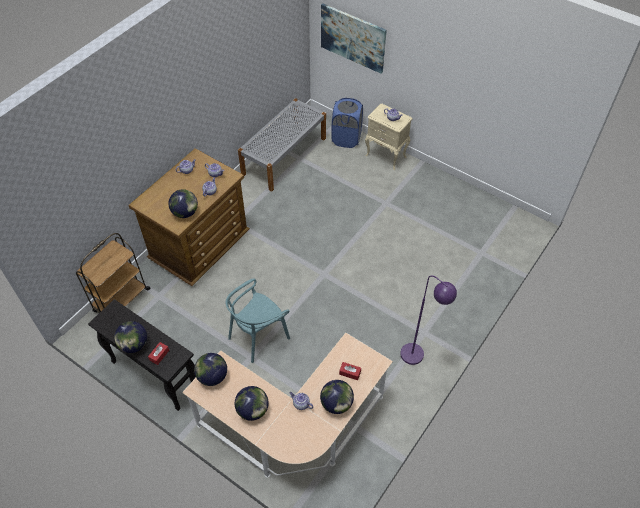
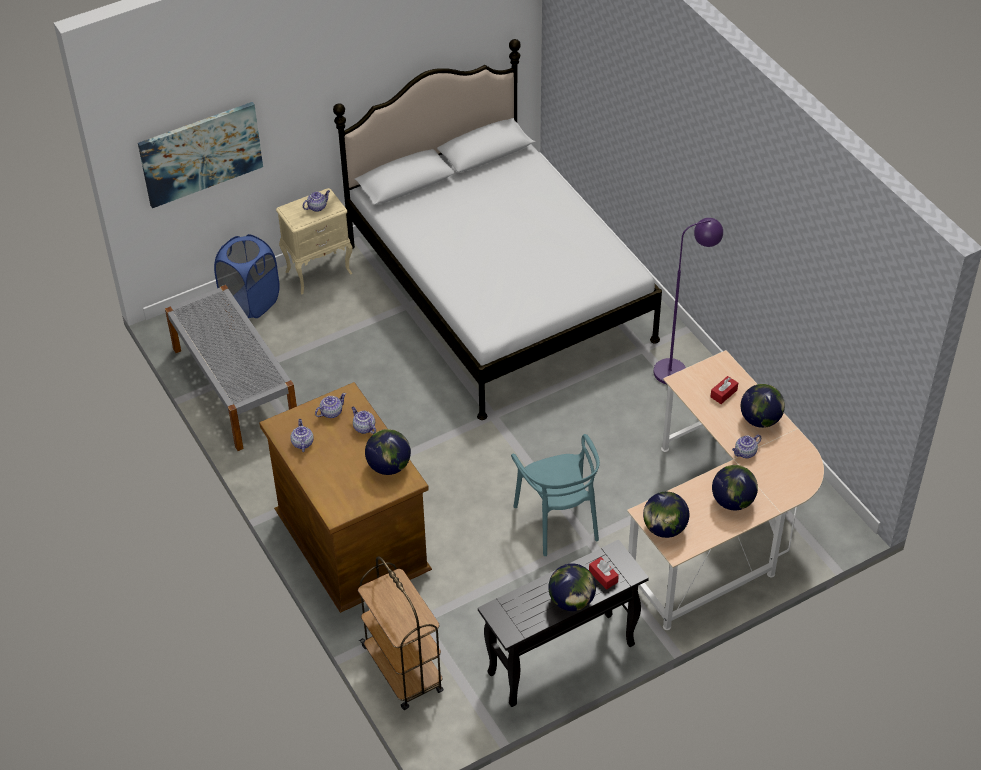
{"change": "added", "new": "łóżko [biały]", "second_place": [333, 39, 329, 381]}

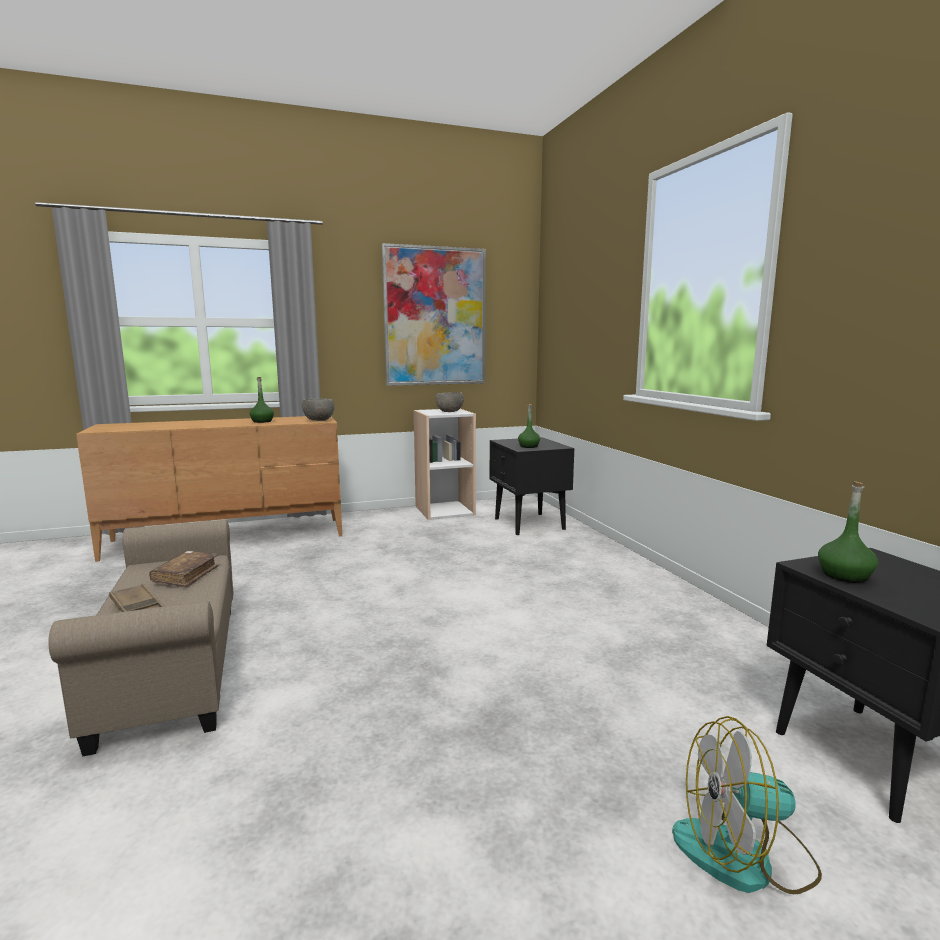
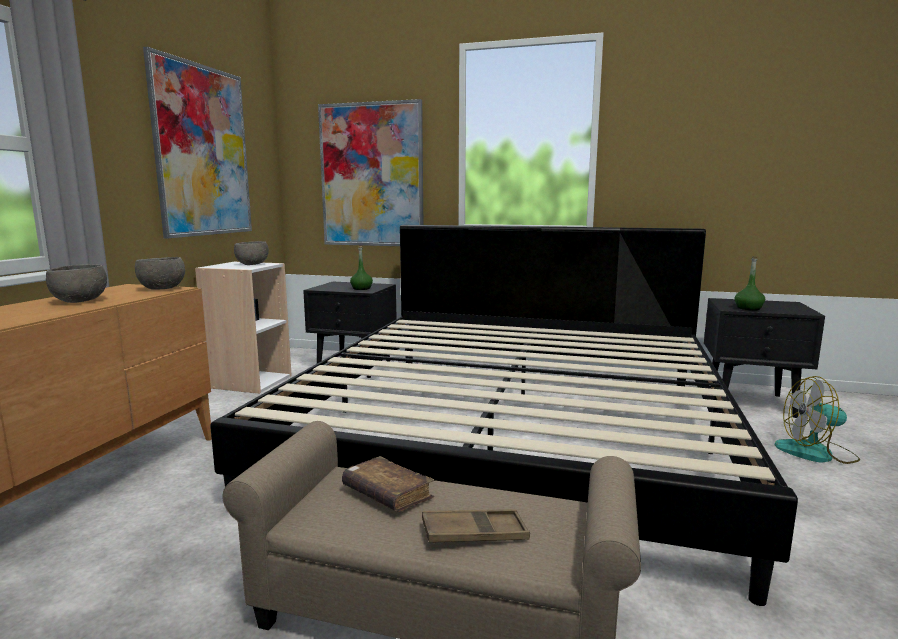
{"change": "replaced", "old": "butelka [zielony]", "new": "miska [szary]", "first_place": [249, 377, 25, 46], "second_place": [46, 264, 61, 39]}
{"change": "added", "new": "łóżko", "second_place": [210, 225, 588, 381]}
{"change": "added", "new": "obraz", "second_place": [318, 99, 105, 147]}
{"change": "turned", "old": "wentylator", "first_place": [672, 716, 150, 178], "second_place": [775, 376, 85, 88], "degrees": 60}

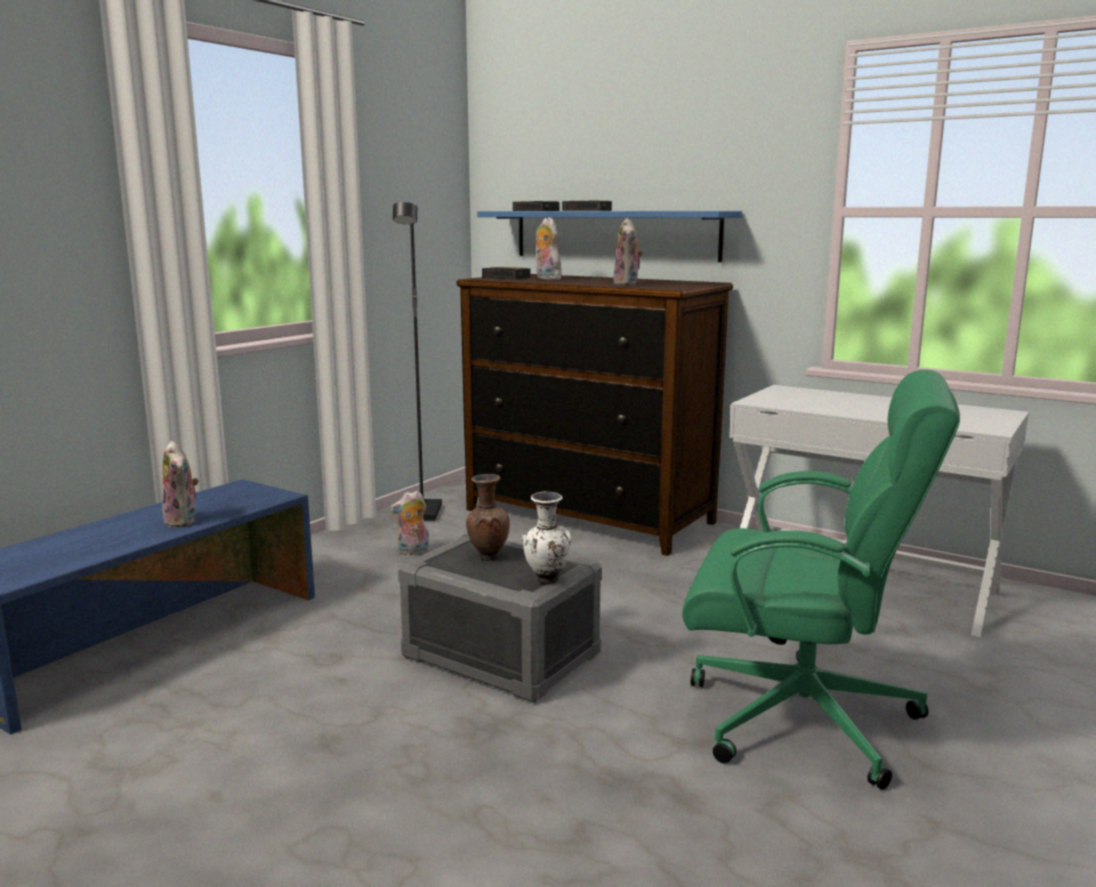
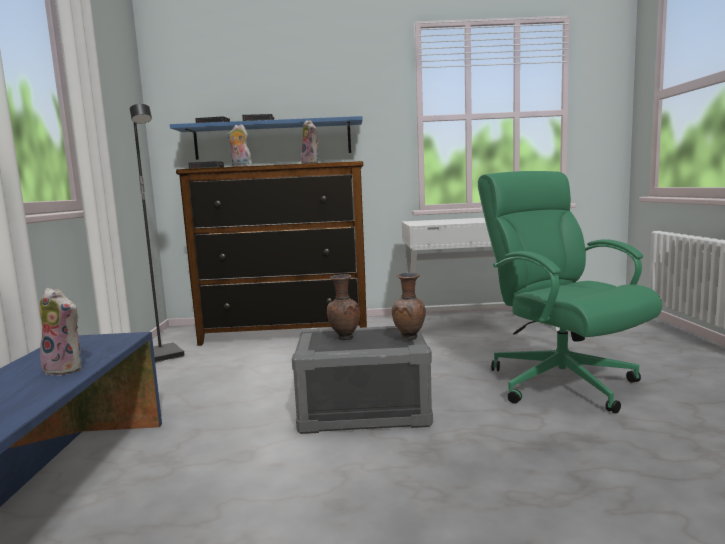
{"change": "recoloured", "old": "wazon [biały]", "new": "wazon [brązowy]", "first_place": [521, 492, 50, 92], "second_place": [392, 273, 34, 67]}
{"change": "turned", "old": "krzesło biurowe [zielony]", "first_place": [682, 370, 278, 420], "second_place": [478, 171, 184, 243], "degrees": -105}
{"change": "removed", "old": "pluszak", "first_place": [390, 491, 40, 64]}

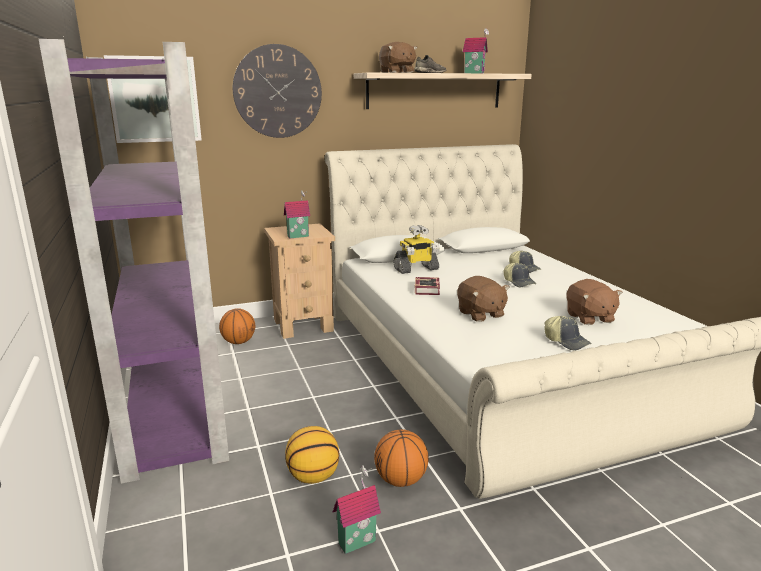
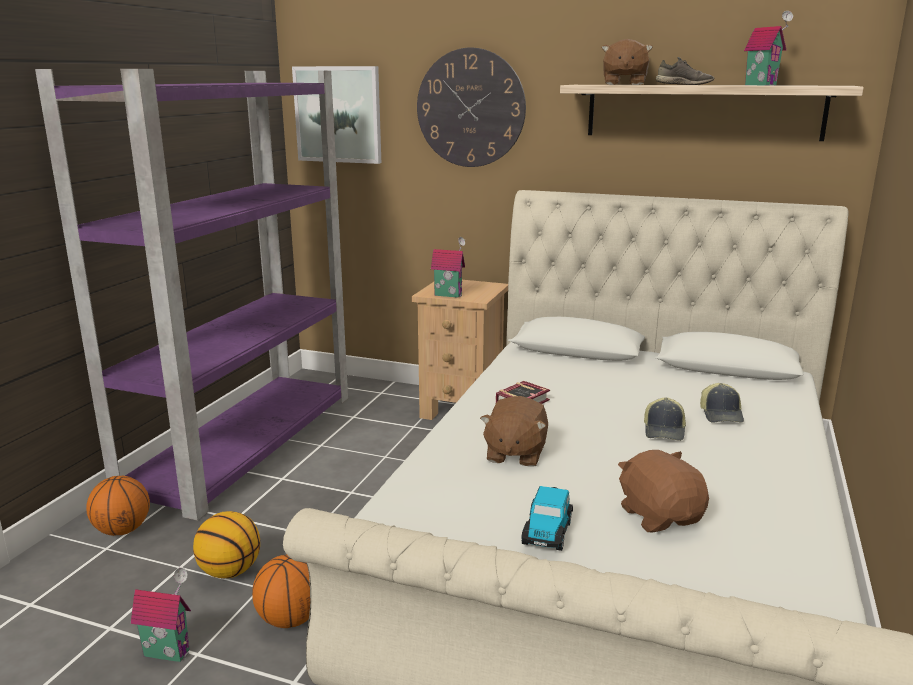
{"change": "moved", "old": "piłka do koszykówki", "first_place": [219, 308, 36, 36], "second_place": [86, 476, 64, 60]}
{"change": "replaced", "old": "czapka z daszkiem", "new": "samochodzik", "first_place": [545, 316, 47, 34], "second_place": [521, 486, 52, 65]}
{"change": "turned", "old": "pluszak [brązowy]", "first_place": [566, 279, 57, 46], "second_place": [618, 450, 91, 82], "degrees": 135}
{"change": "removed", "old": "robot zabawkowy", "first_place": [394, 225, 46, 49]}

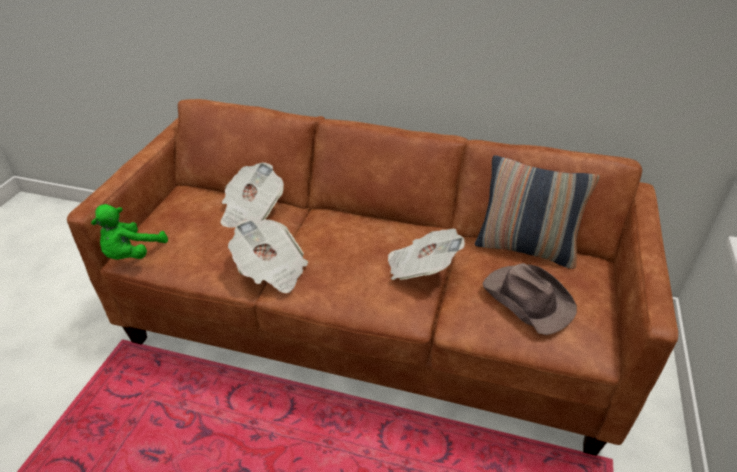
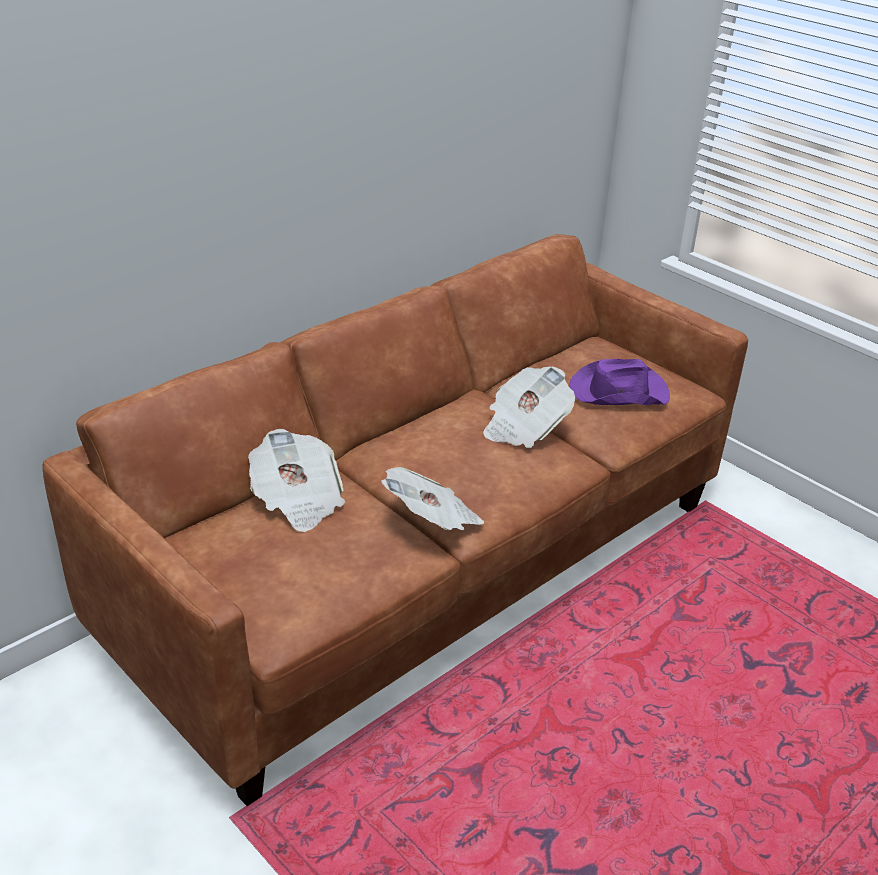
{"change": "recoloured", "old": "kapelusz [brązowy]", "new": "kapelusz [fioletowy]", "first_place": [482, 263, 95, 72], "second_place": [569, 359, 101, 47]}
{"change": "removed", "old": "pluszak [zielony]", "first_place": [91, 204, 77, 56]}
{"change": "removed", "old": "poduszka", "first_place": [475, 155, 124, 114]}

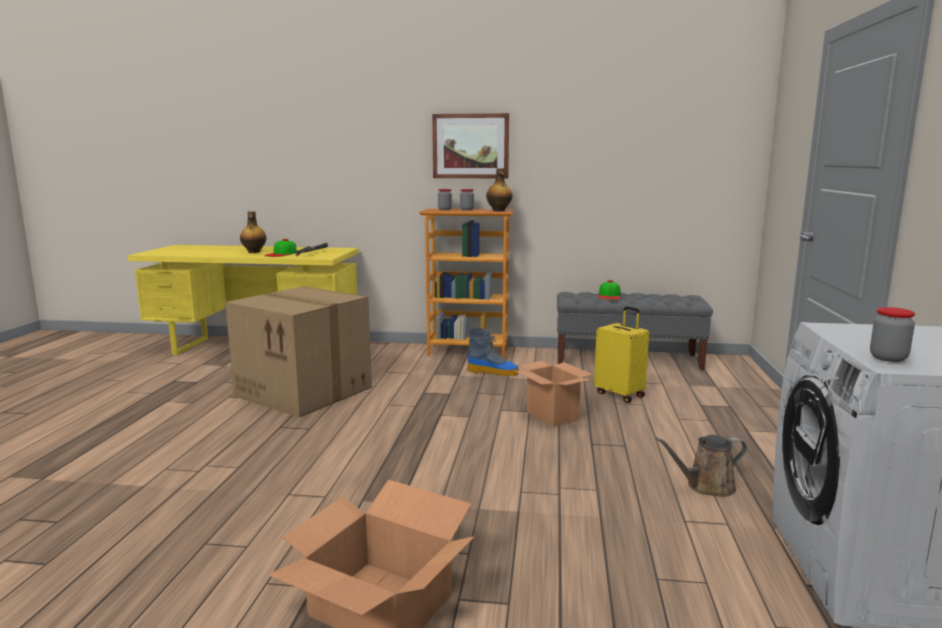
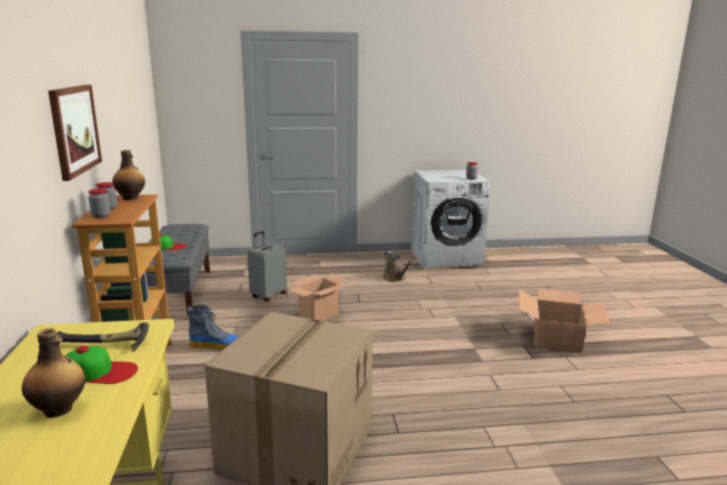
{"change": "turned", "old": "but z cholewką", "first_place": [467, 328, 52, 48], "second_place": [187, 305, 51, 45], "degrees": 90}
{"change": "recoloured", "old": "walizka [żółty]", "new": "walizka [szary]", "first_place": [594, 306, 55, 97], "second_place": [247, 231, 40, 71]}

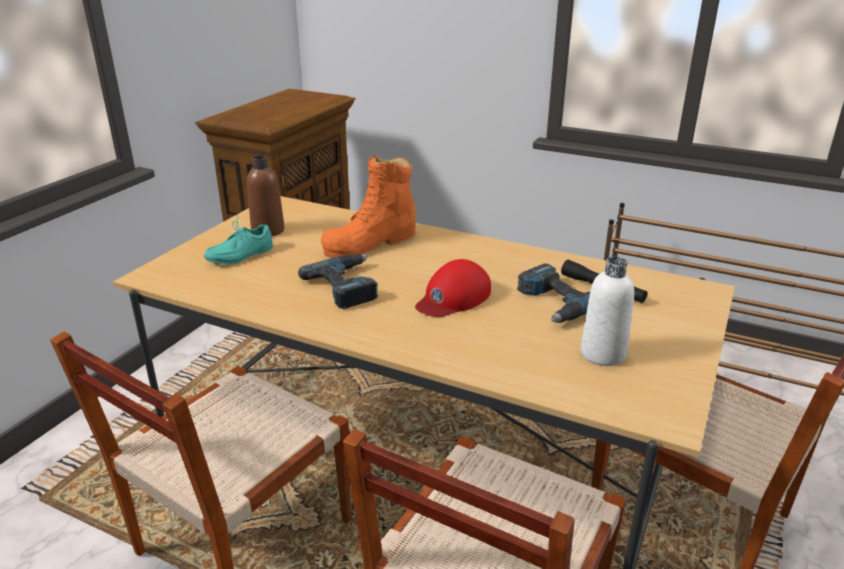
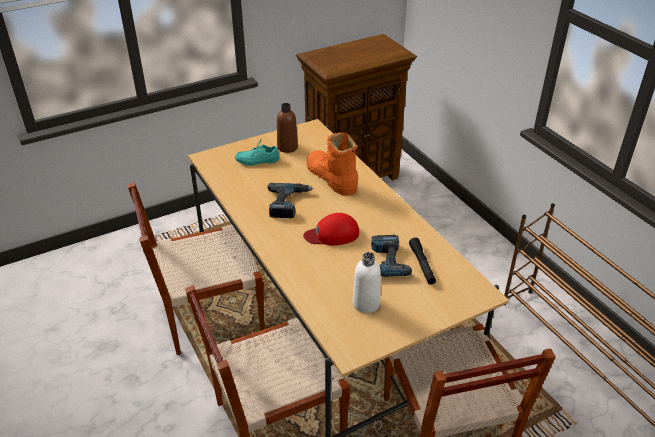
{"change": "turned", "old": "but z cholewką [pomarańczowy]", "first_place": [321, 155, 95, 103], "second_place": [307, 132, 51, 64], "degrees": 60}

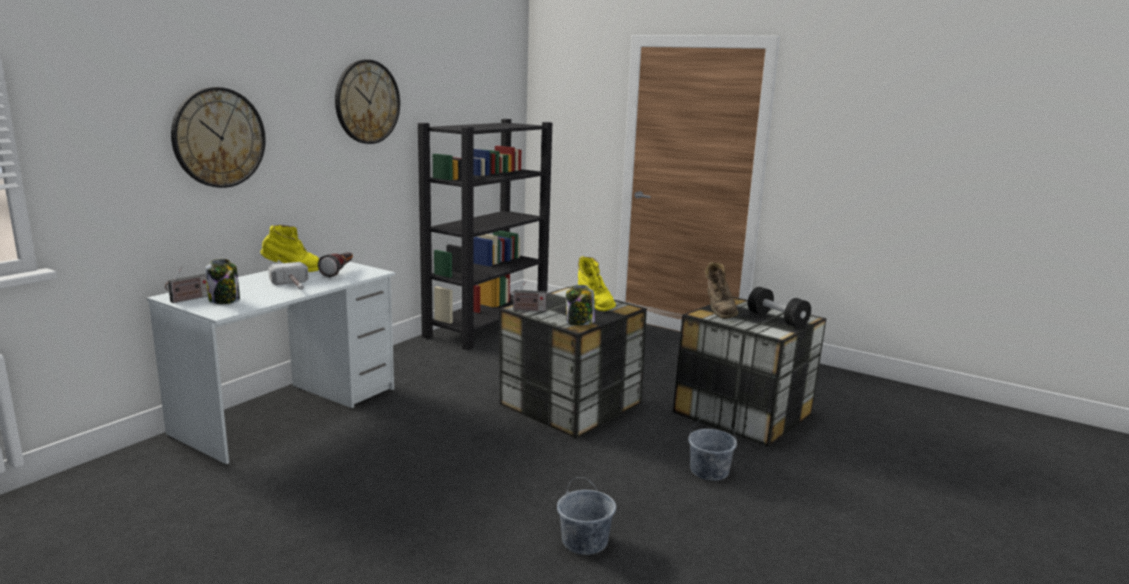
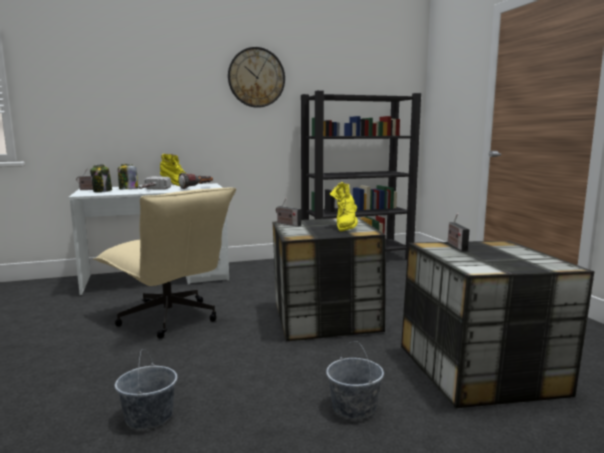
{"change": "added", "new": "krzesło biurowe [beżowy]", "second_place": [93, 187, 143, 152]}
{"change": "moved", "old": "słoik", "first_place": [566, 285, 29, 41], "second_place": [118, 164, 20, 25]}
{"change": "replaced", "old": "but z cholewką [brązowy]", "new": "radio", "first_place": [705, 262, 33, 57], "second_place": [448, 213, 22, 38]}
{"change": "removed", "old": "zegar ścienny", "first_place": [171, 87, 95, 101]}
{"change": "removed", "old": "hantel [czarny]", "first_place": [748, 287, 63, 41]}

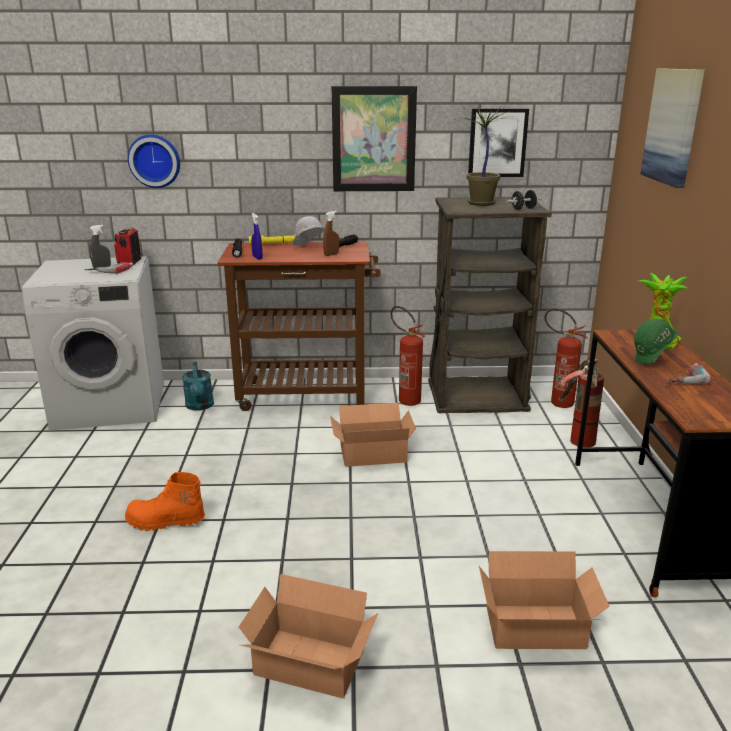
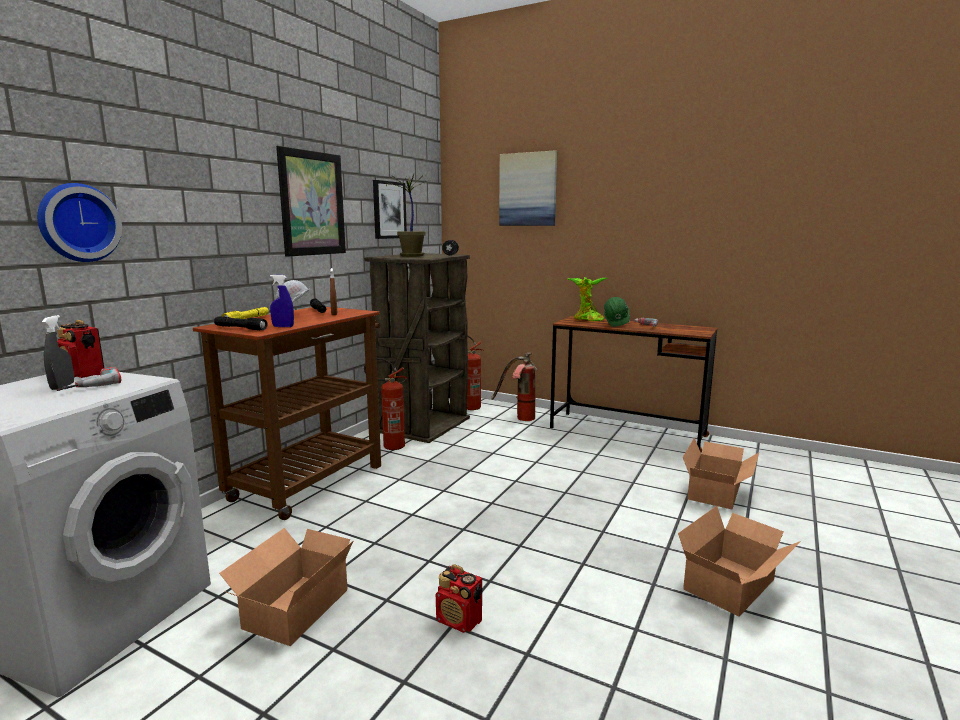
{"change": "moved", "old": "karton", "first_place": [330, 403, 86, 64], "second_place": [219, 528, 135, 118]}
{"change": "replaced", "old": "but z cholewką [pomarańczowy]", "new": "radio", "first_place": [125, 472, 80, 59], "second_place": [436, 564, 46, 69]}
{"change": "removed", "old": "konewka [turkusowy]", "first_place": [182, 362, 32, 49]}

